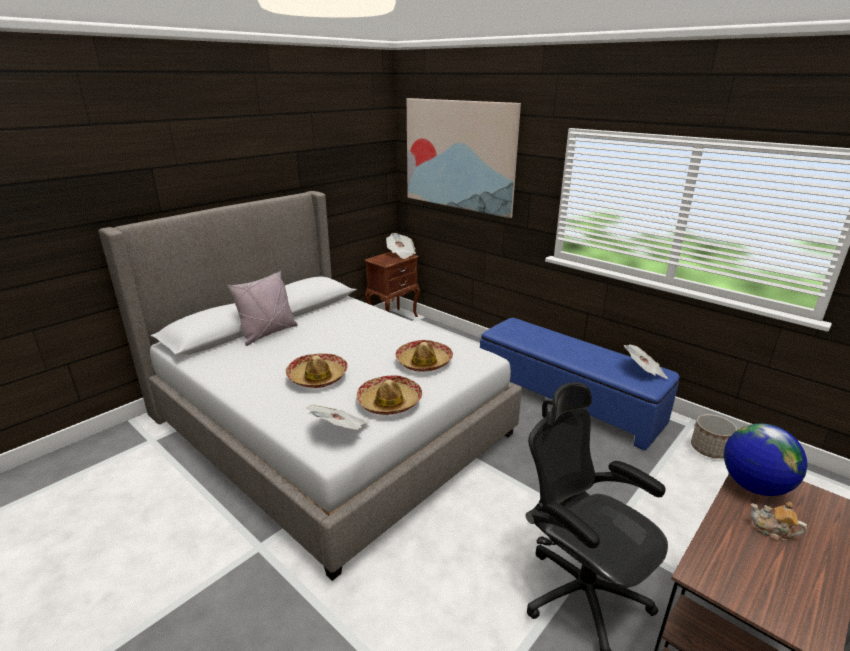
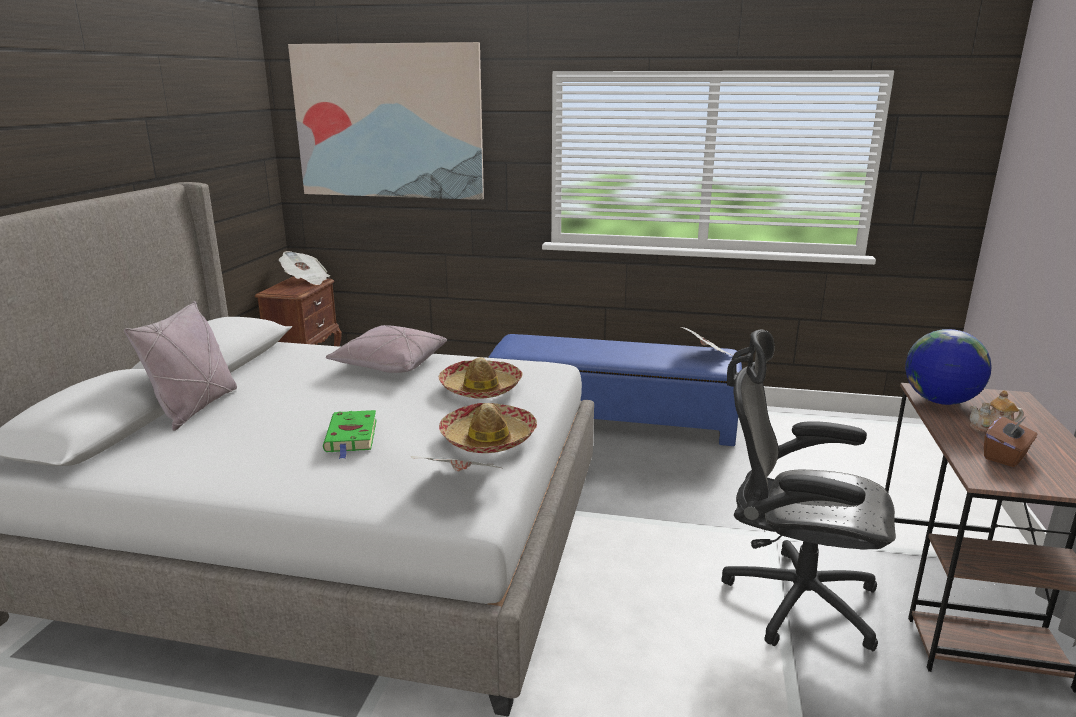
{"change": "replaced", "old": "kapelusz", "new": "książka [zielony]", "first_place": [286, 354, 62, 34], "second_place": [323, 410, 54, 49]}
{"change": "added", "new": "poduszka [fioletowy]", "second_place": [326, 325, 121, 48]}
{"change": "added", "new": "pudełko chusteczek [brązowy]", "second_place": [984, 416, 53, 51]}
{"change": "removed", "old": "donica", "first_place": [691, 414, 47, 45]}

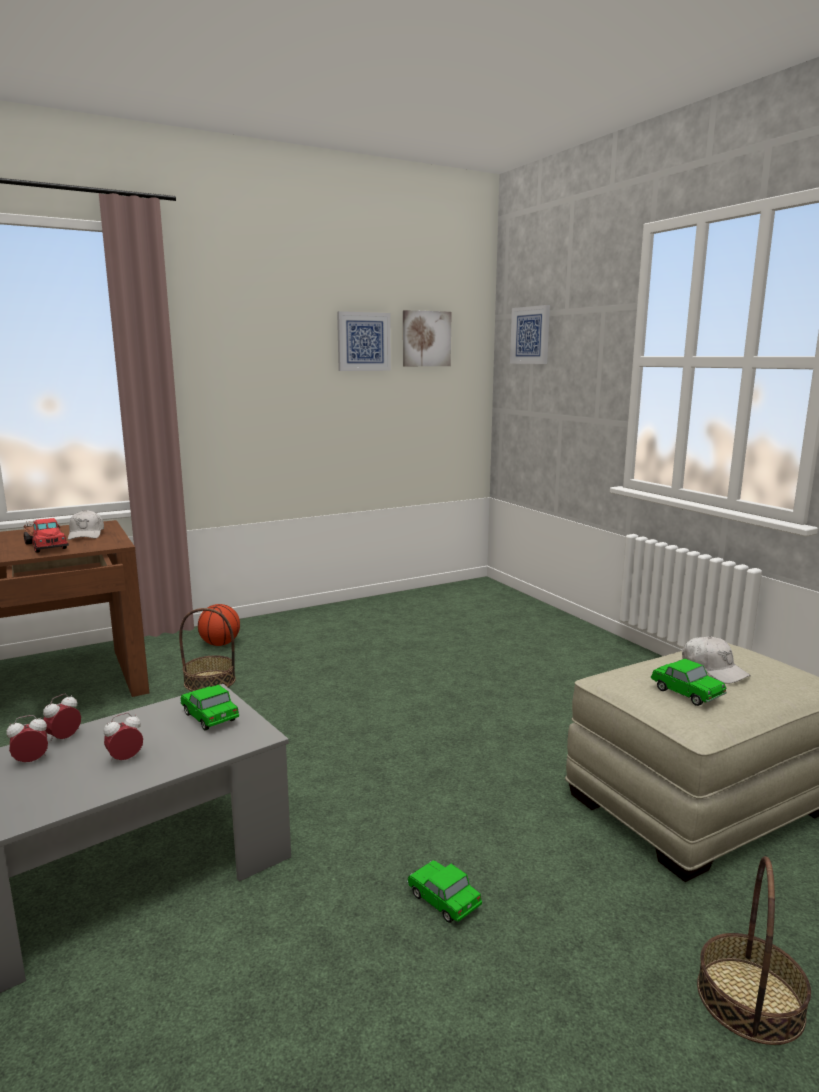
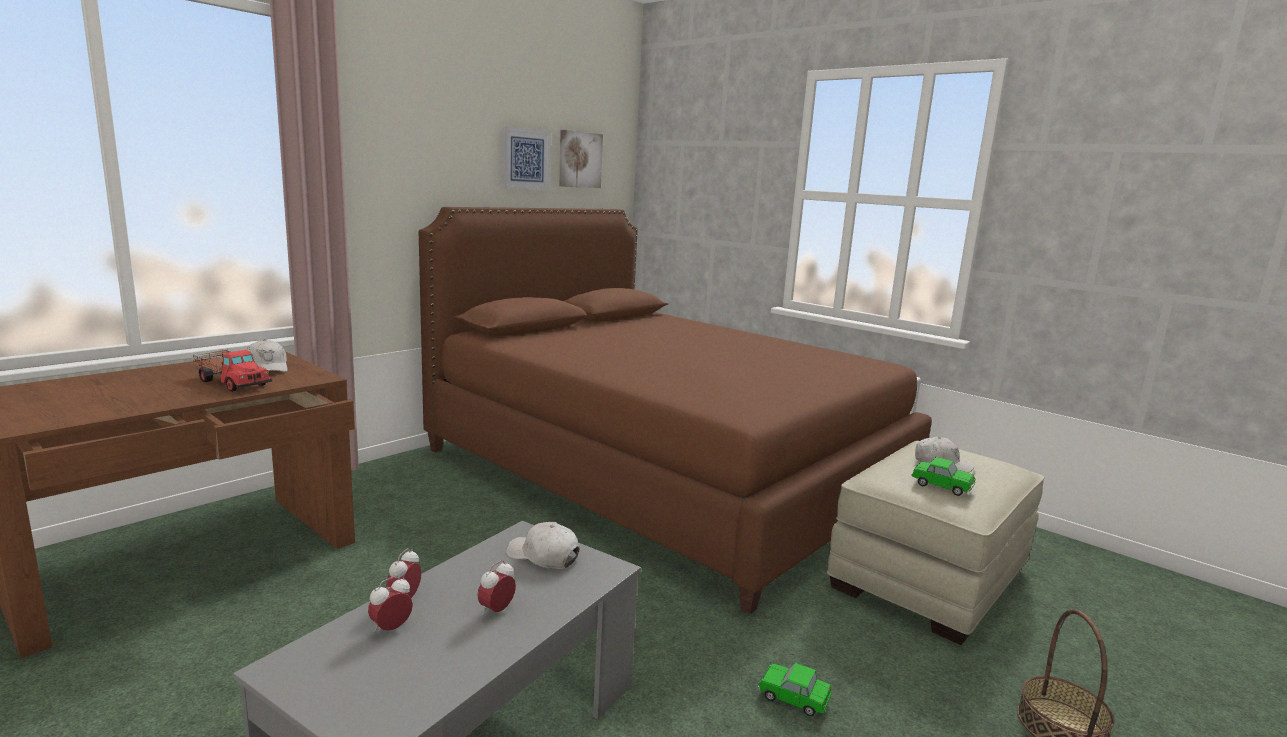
{"change": "added", "new": "łóżko [brązowy]", "second_place": [419, 207, 513, 407]}
{"change": "replaced", "old": "samochodzik", "new": "czapka z daszkiem [biały]", "first_place": [180, 685, 59, 46], "second_place": [506, 522, 74, 47]}
{"change": "removed", "old": "koszyk", "first_place": [179, 608, 57, 83]}
{"change": "removed", "old": "piłka do koszykówki", "first_place": [198, 604, 42, 42]}
{"change": "removed", "old": "obraz", "first_place": [510, 305, 40, 59]}

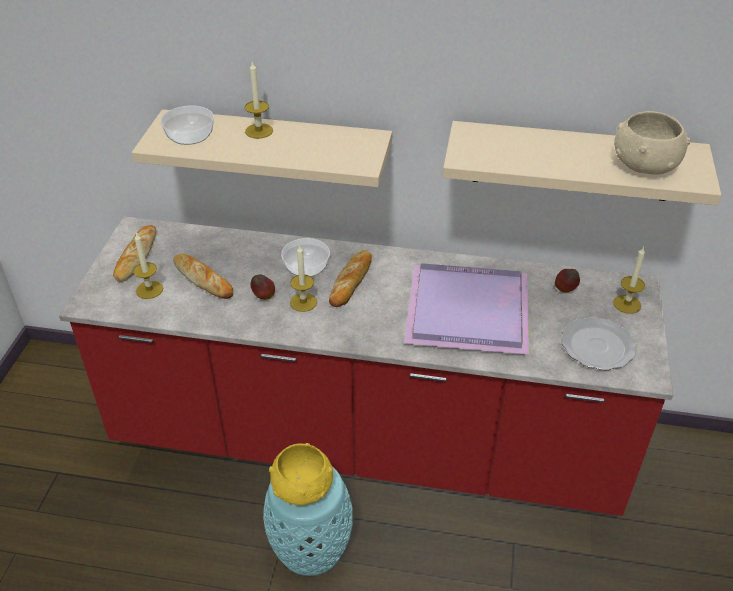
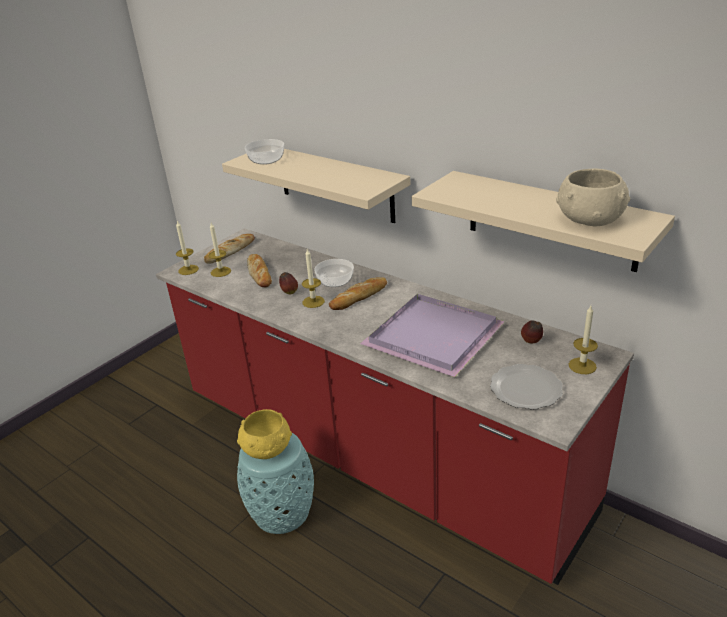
{"change": "moved", "old": "świeca", "first_place": [245, 62, 28, 77], "second_place": [176, 221, 23, 54]}

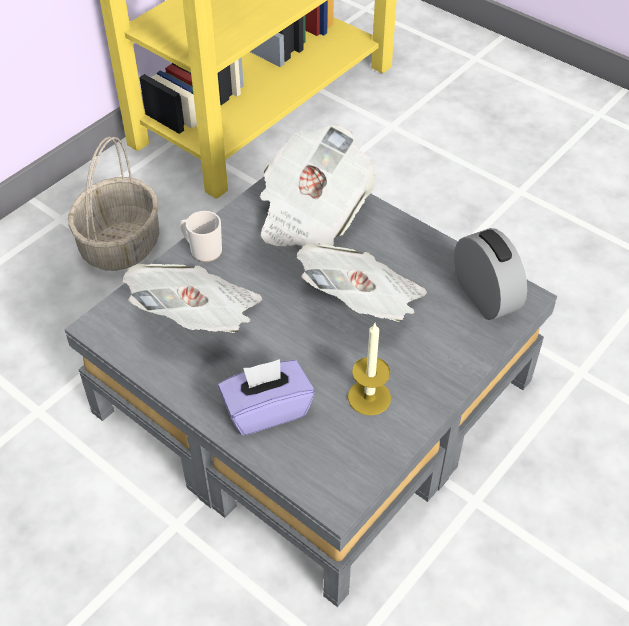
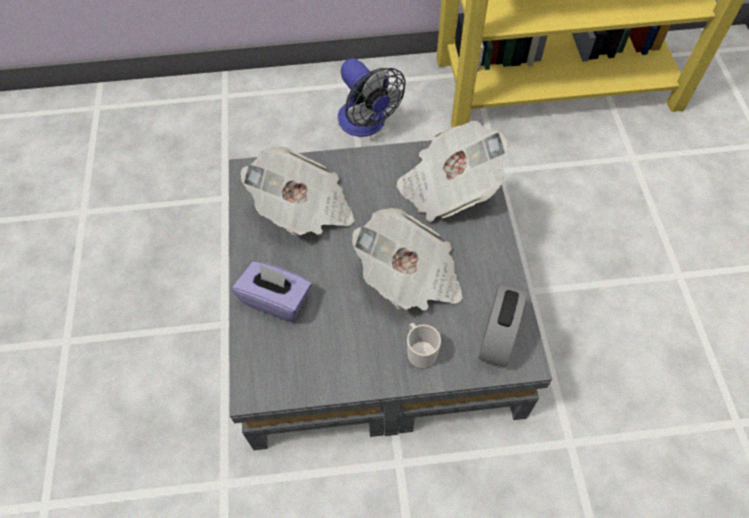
{"change": "replaced", "old": "koszyk", "new": "wentylator", "first_place": [68, 137, 91, 134], "second_place": [338, 58, 67, 79]}
{"change": "moved", "old": "kubek", "first_place": [180, 211, 42, 51], "second_place": [407, 323, 34, 46]}
{"change": "removed", "old": "świeca", "first_place": [348, 323, 43, 93]}

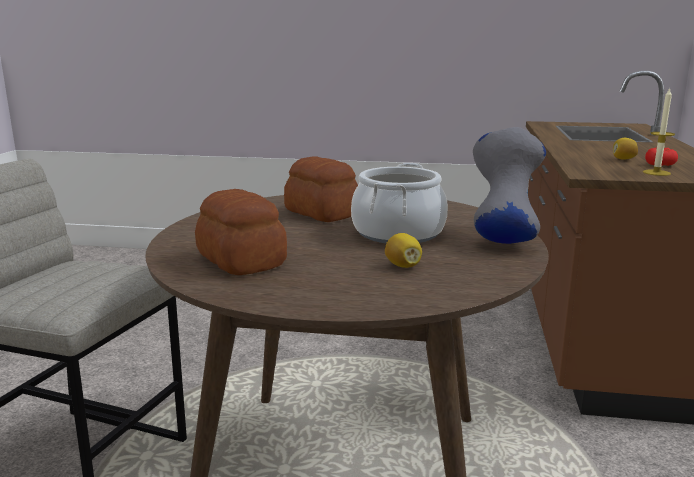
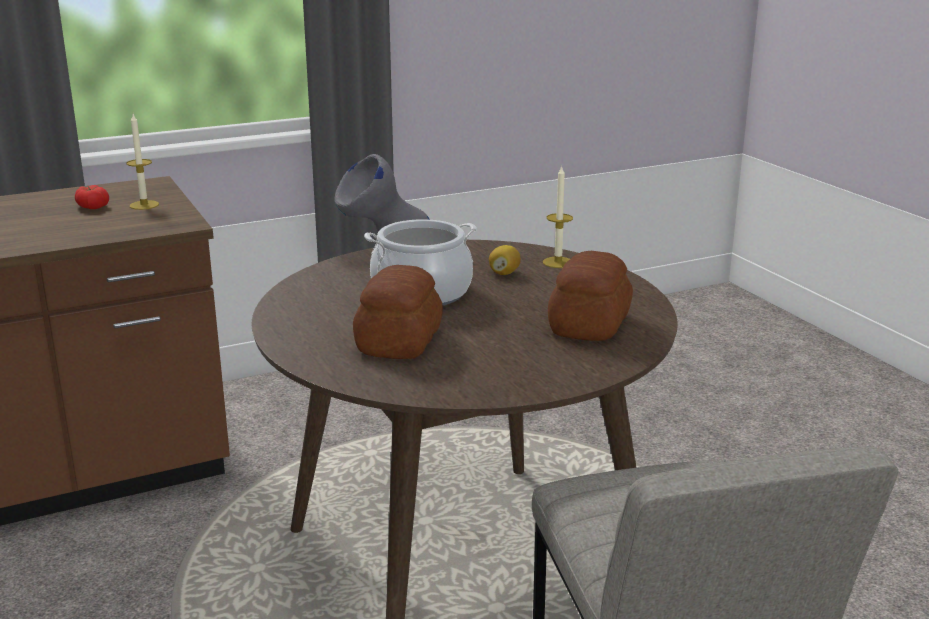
{"change": "added", "new": "świeca", "second_place": [543, 166, 30, 102]}
{"change": "removed", "old": "cytryna", "first_place": [613, 138, 25, 22]}

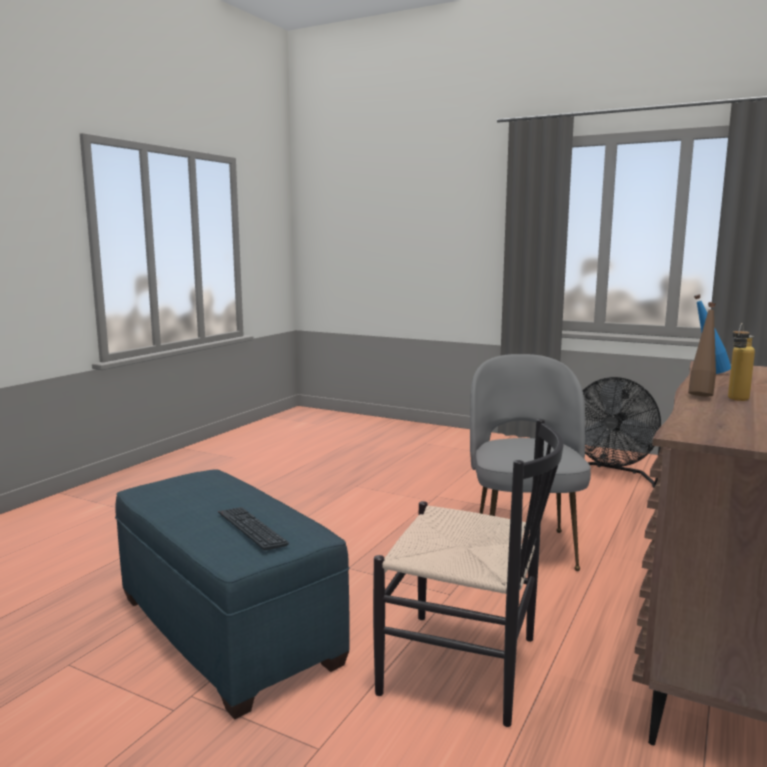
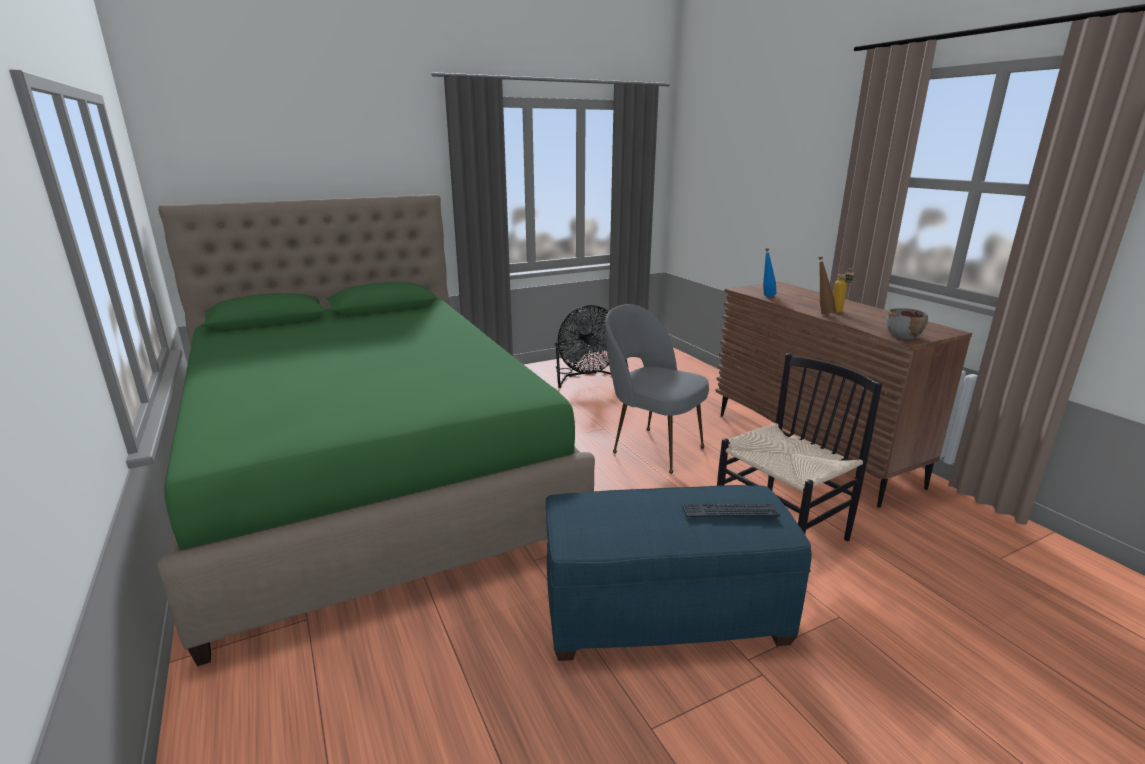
{"change": "added", "new": "łóżko [zielony]", "second_place": [157, 194, 438, 472]}
{"change": "added", "new": "miska [szary]", "second_place": [886, 308, 42, 31]}

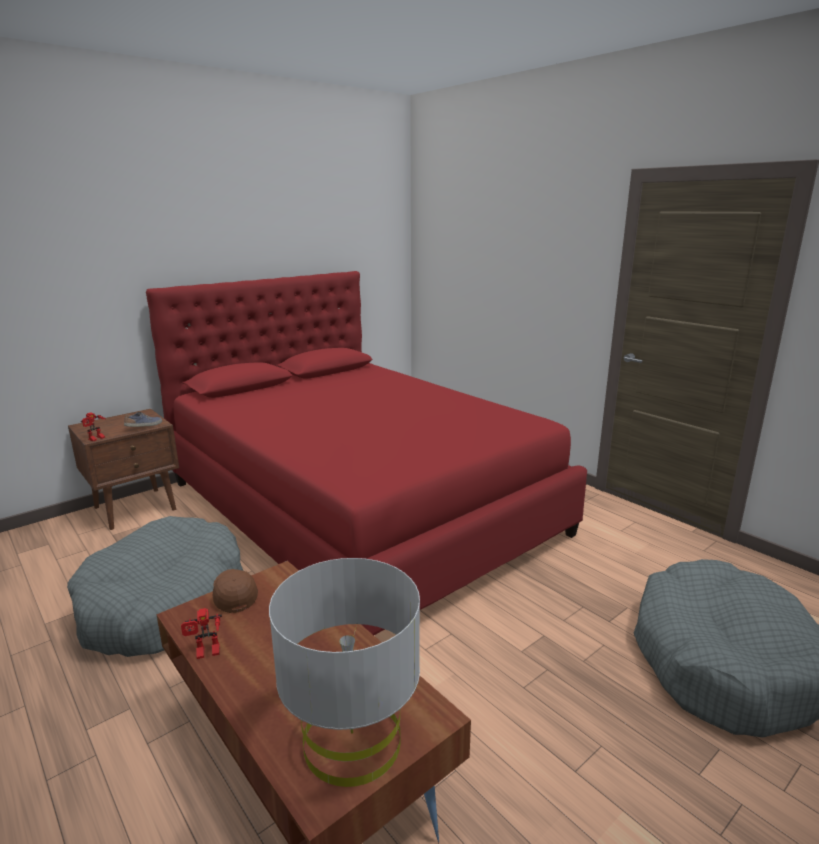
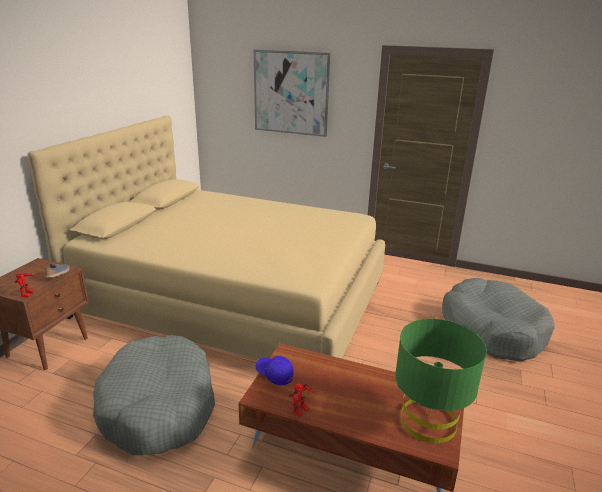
{"change": "recoloured", "old": "łóżko [czerwony]", "new": "łóżko [beżowy]", "first_place": [146, 271, 441, 364], "second_place": [27, 116, 358, 243]}
{"change": "added", "new": "obraz", "second_place": [254, 50, 76, 87]}
{"change": "recoloured", "old": "czapka z daszkiem [brązowy]", "new": "czapka z daszkiem [niebieski]", "first_place": [213, 569, 45, 44], "second_place": [256, 356, 38, 29]}
{"change": "recoloured", "old": "lampa stołowa [szary]", "new": "lampa stołowa [zielony]", "first_place": [269, 558, 151, 229], "second_place": [395, 319, 92, 124]}

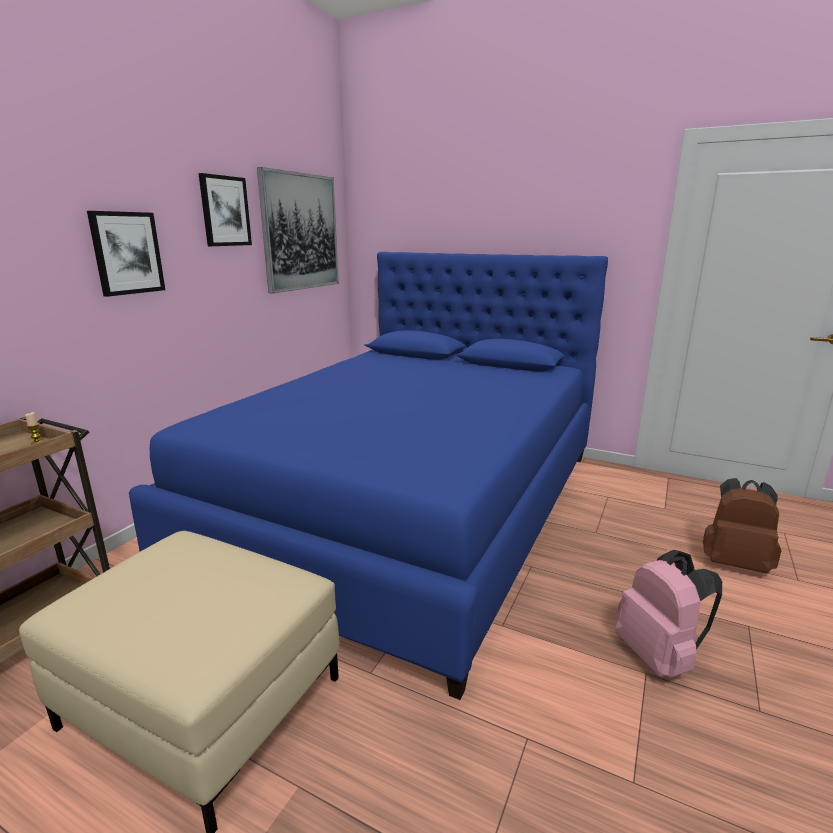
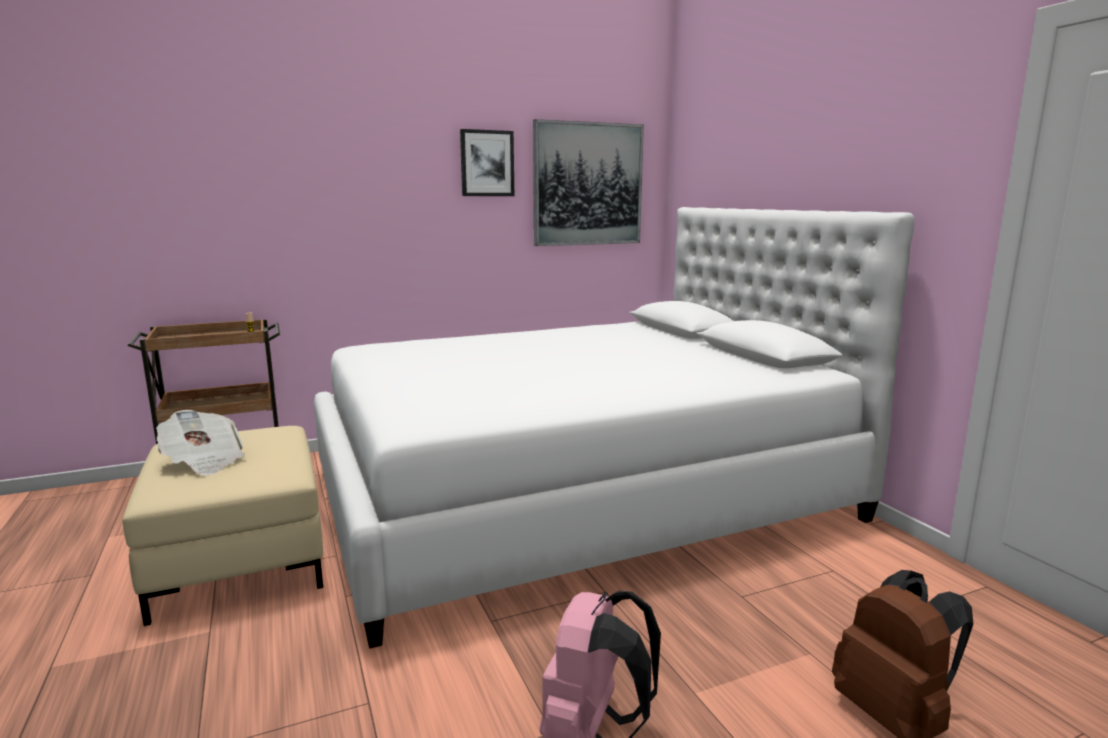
{"change": "added", "new": "gazeta", "second_place": [156, 410, 89, 66]}
{"change": "recoloured", "old": "łóżko [niebieski]", "new": "łóżko [biały]", "first_place": [129, 252, 479, 448], "second_place": [314, 207, 601, 442]}
{"change": "removed", "old": "obraz", "first_place": [87, 211, 78, 86]}

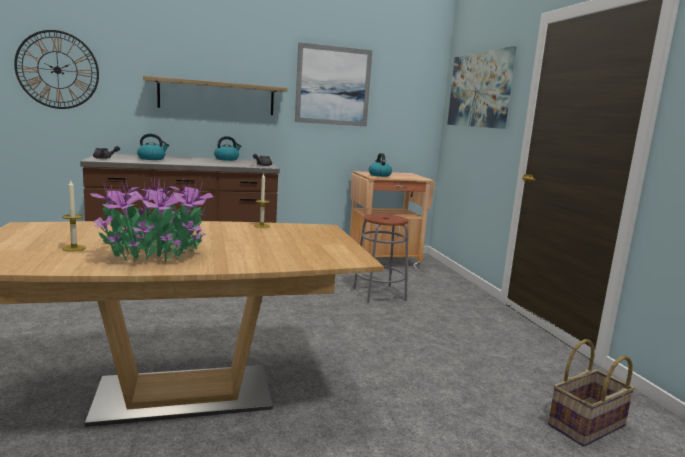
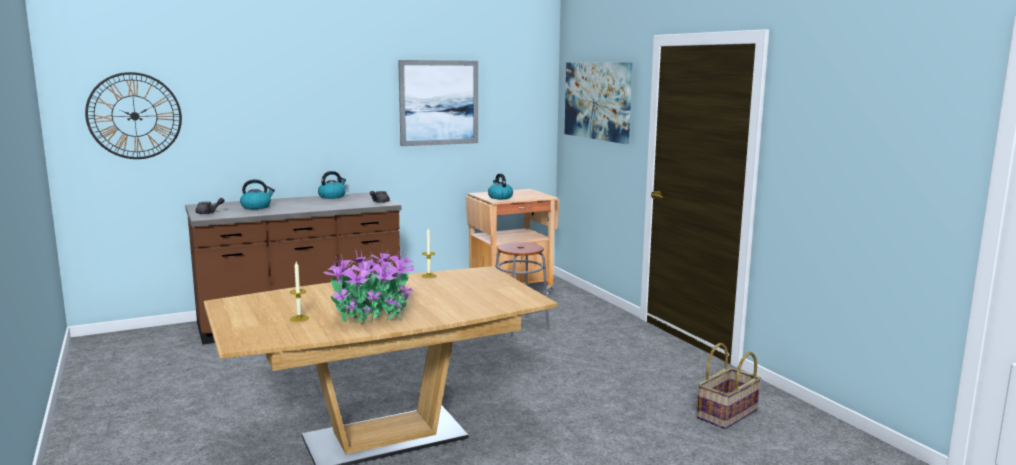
{"change": "removed", "old": "półka", "first_place": [143, 76, 145, 39]}

